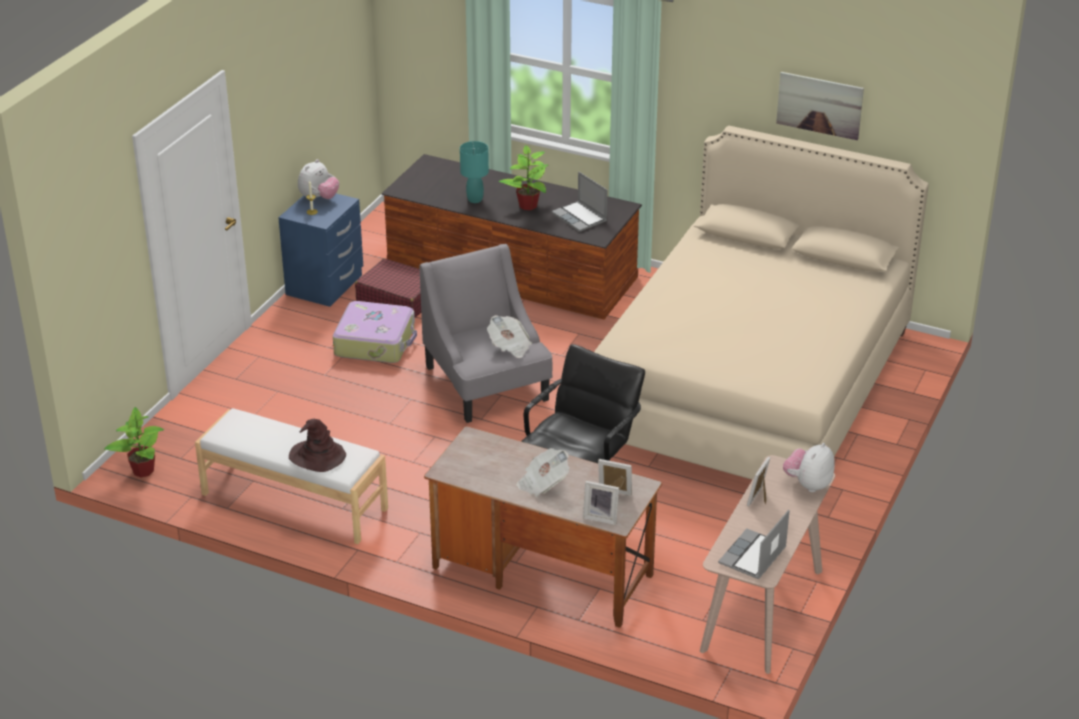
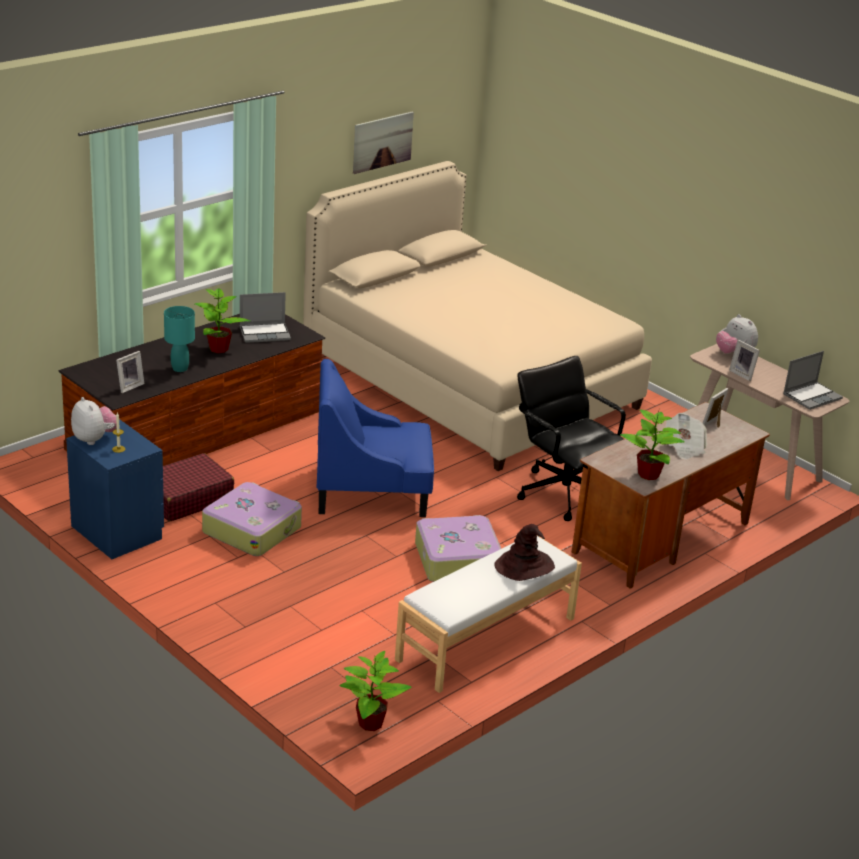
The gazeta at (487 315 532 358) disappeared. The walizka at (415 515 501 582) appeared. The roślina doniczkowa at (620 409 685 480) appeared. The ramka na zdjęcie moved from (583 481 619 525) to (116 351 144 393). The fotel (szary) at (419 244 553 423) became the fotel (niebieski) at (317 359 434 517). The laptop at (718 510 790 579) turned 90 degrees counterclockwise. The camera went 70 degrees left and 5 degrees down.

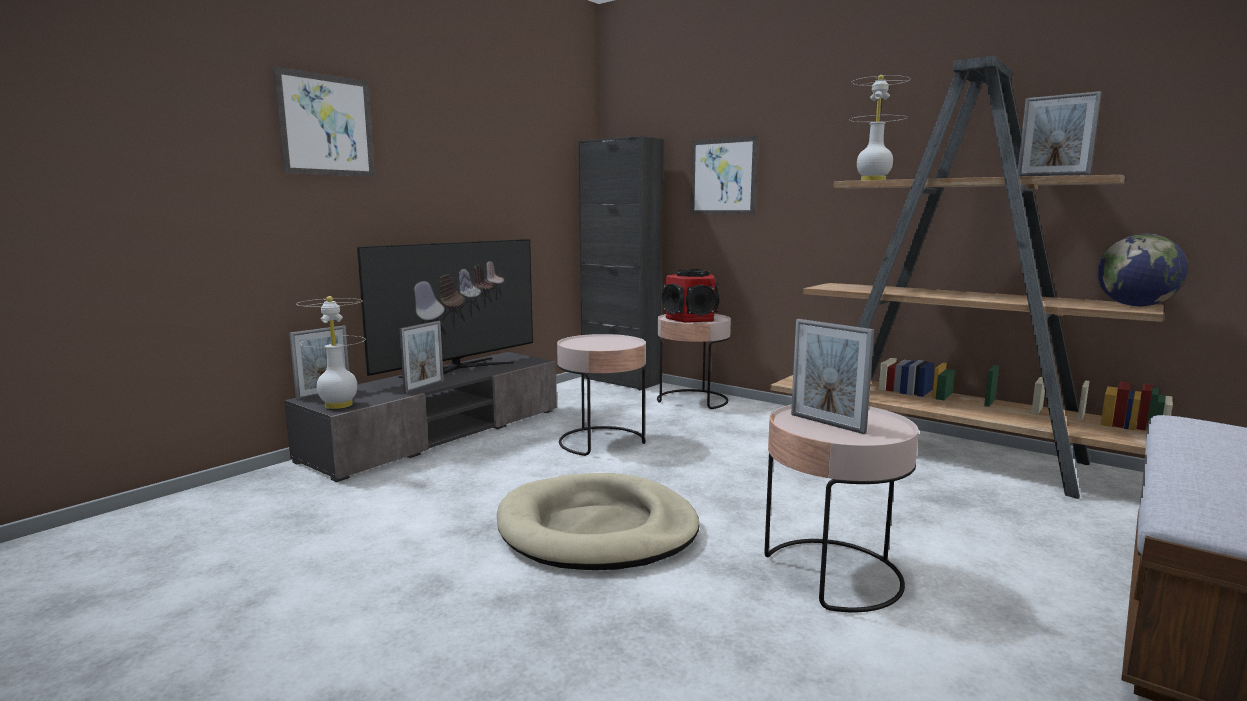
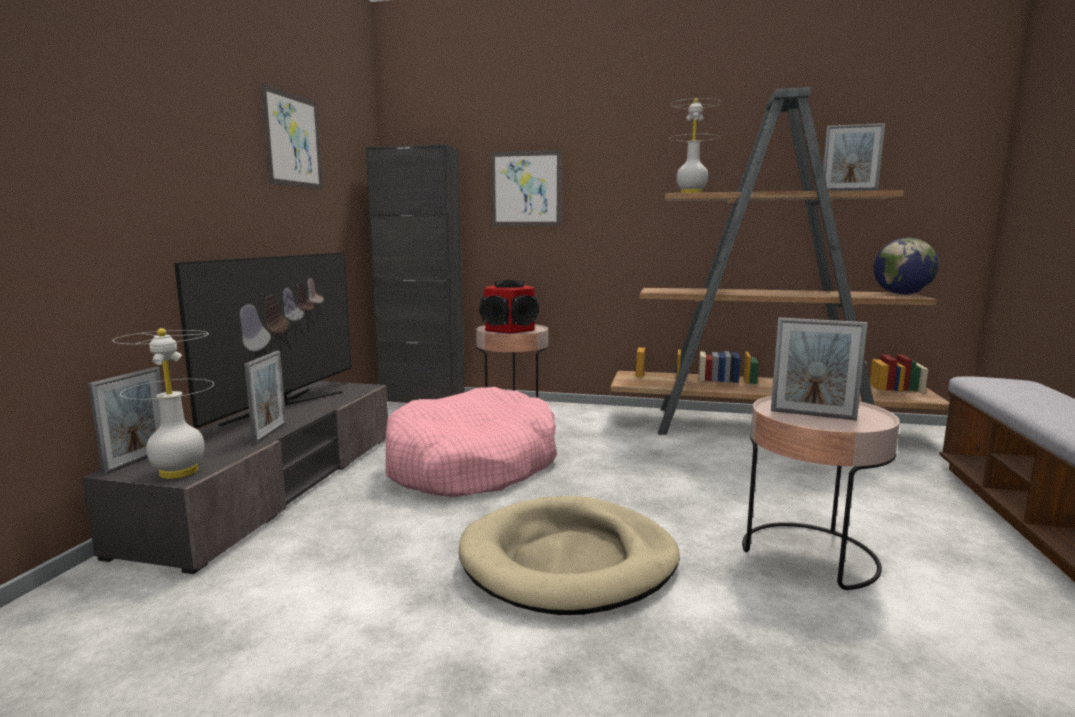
The obraz moved from (273 66 375 177) to (260 83 323 189). The stolik (różowy) at (557 334 646 456) was replaced by the legowisko (różowy) at (386 387 557 497). The camera went 25 degrees left and 0 degrees up.

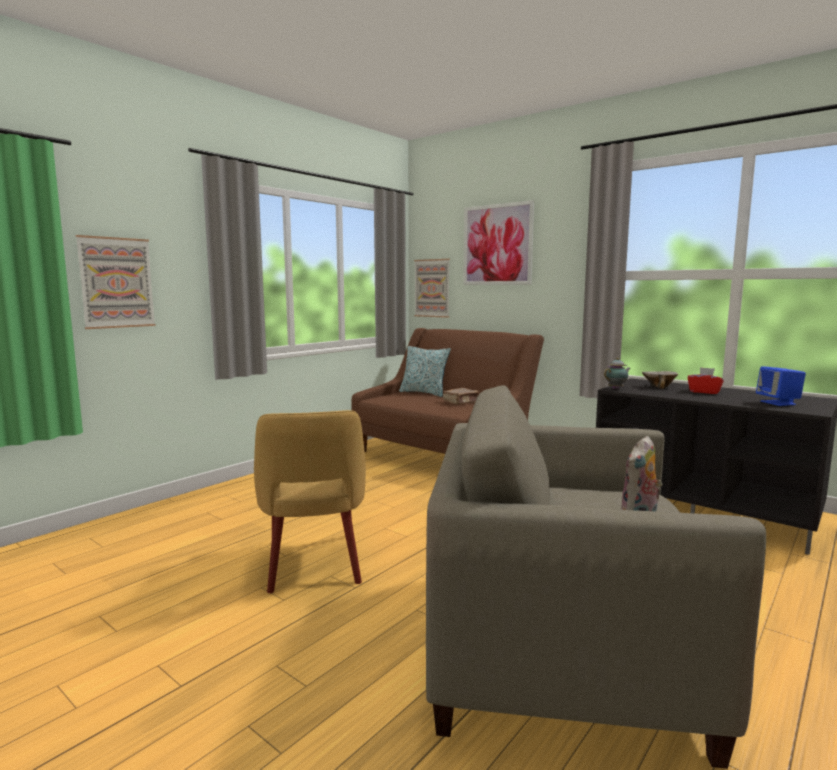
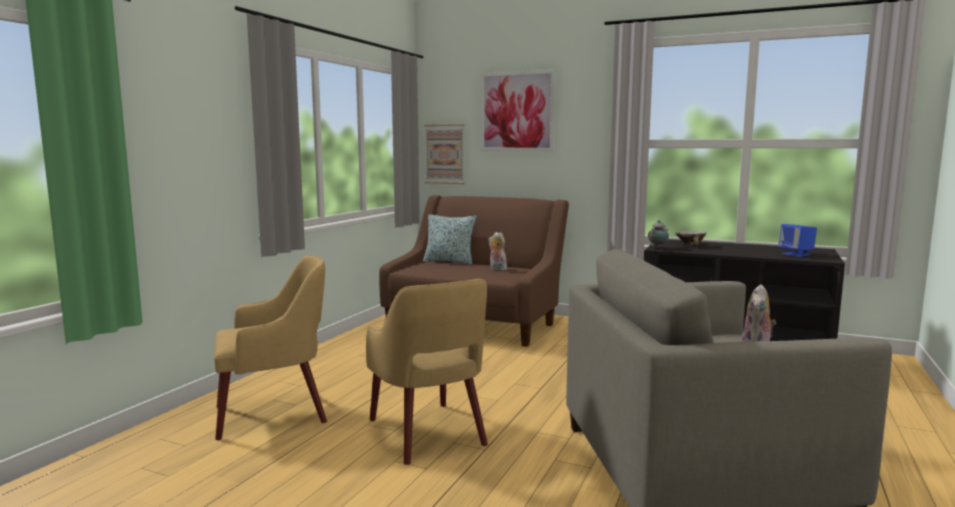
The obraz at (76 235 156 329) disappeared. The pudełko chusteczek (czerwony) at (688 367 724 394) disappeared. The fotel (żółty) at (214 255 327 440) appeared. The książka (brązowy) at (443 388 479 404) was replaced by the pluszak at (489 232 507 271). The camera went 15 degrees left and 0 degrees up.

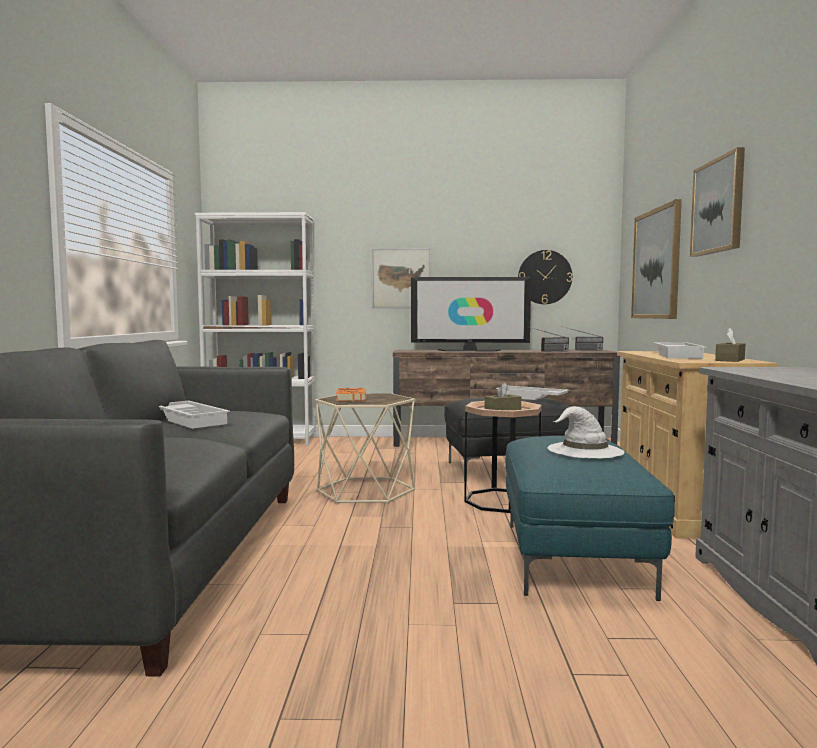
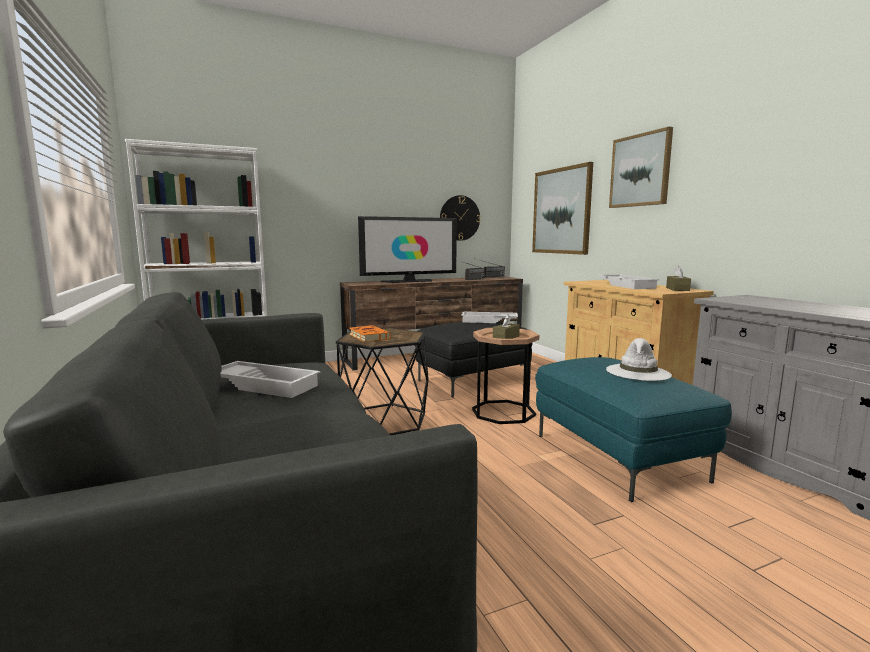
The obraz at (371 248 431 309) disappeared. The stolik (beżowy) at (315 393 415 504) became the stolik (czarny) at (336 328 429 435). The camera went 25 degrees left and 5 degrees up.

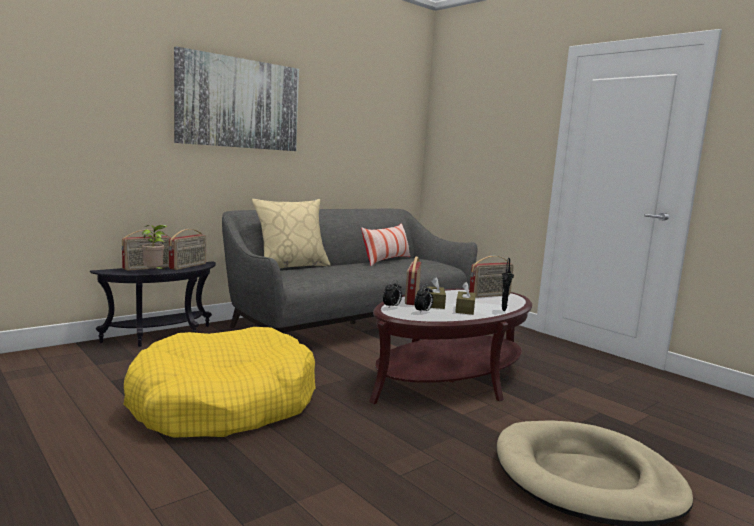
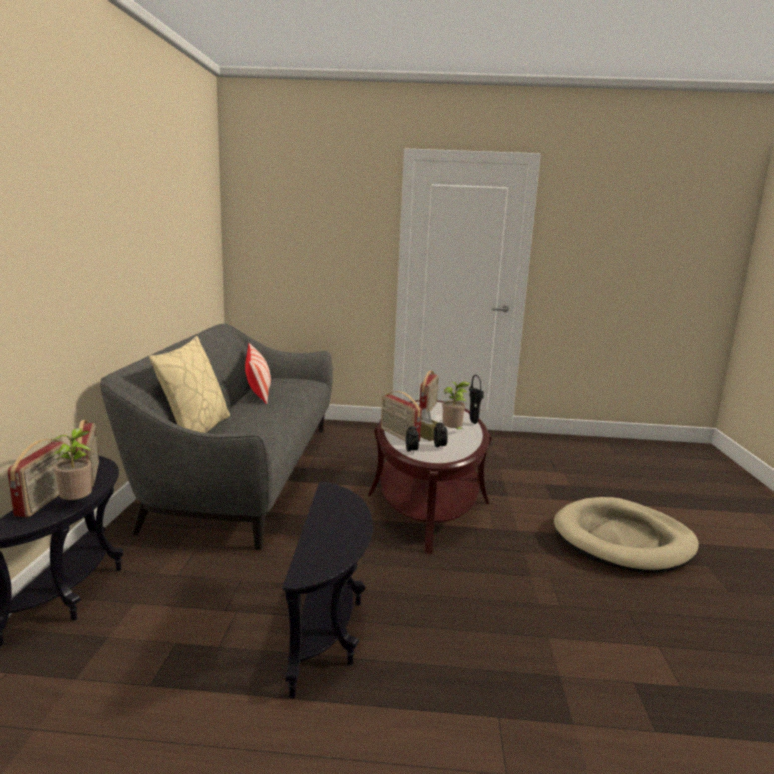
The obraz at (174 46 299 151) disappeared. The legowisko (żółty) at (123 327 316 438) was replaced by the stolik (czarny) at (282 482 373 698). The pudełko chusteczek (brązowy) at (455 282 476 315) was replaced by the roślina doniczkowa at (442 381 471 430). The camera went 45 degrees left and 5 degrees up.

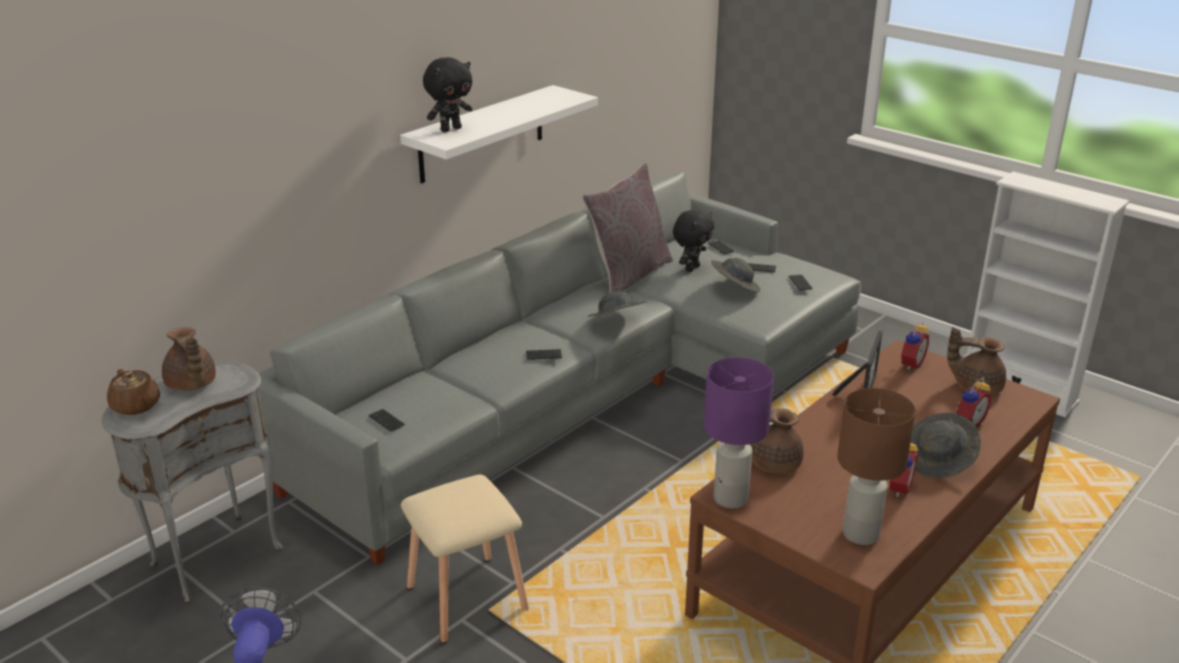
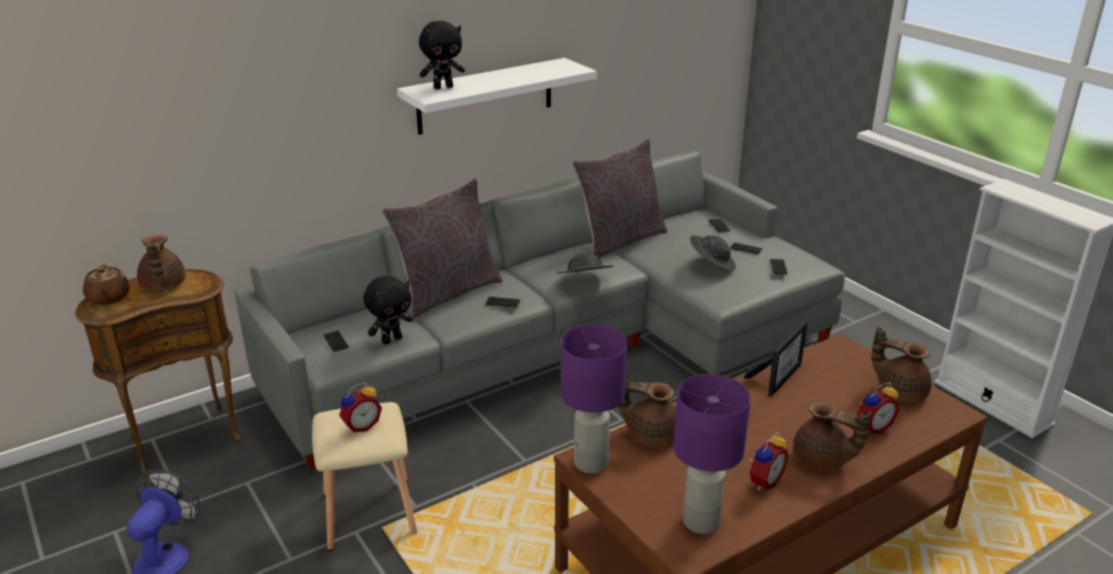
The poduszka (szary) at (382 179 502 318) appeared. The pluszak (czarny) moved from (673 210 714 272) to (363 276 413 344). The budzik moved from (900 321 929 370) to (339 383 382 433). The kapelusz (szary) at (909 413 981 478) was replaced by the imbryk (brązowy) at (793 402 871 470). The stolik (szary) at (102 361 283 604) became the stolik (brązowy) at (75 269 241 474). The lampa stołowa (brązowy) at (837 388 916 545) became the lampa stołowa (fioletowy) at (673 374 751 534). The camera went 15 degrees right and 0 degrees up.

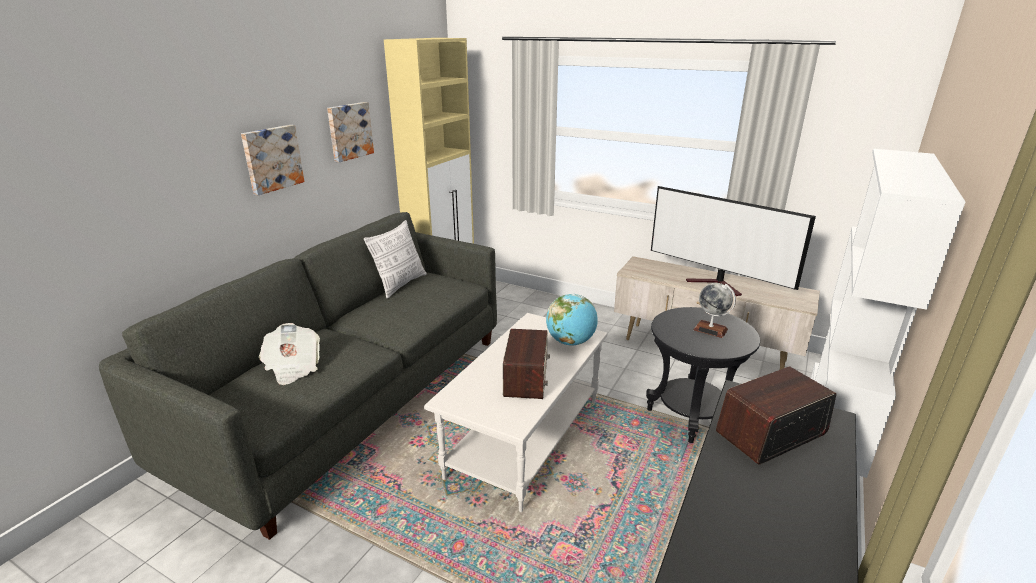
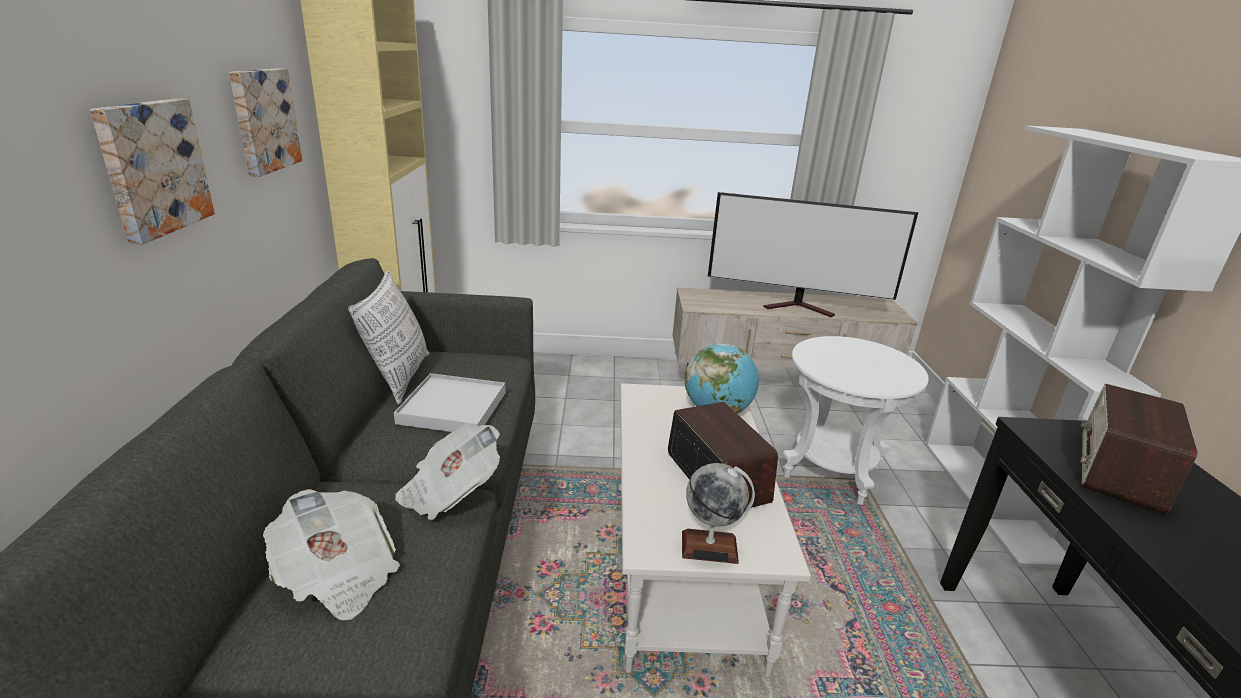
The taca (biały) at (394 373 505 432) appeared. The gazeta at (395 424 500 520) appeared. The globus moved from (693 283 736 338) to (682 463 755 564). The stolik (czarny) at (646 307 760 443) became the stolik (biały) at (783 336 929 505). The camera went 30 degrees left and 0 degrees up.

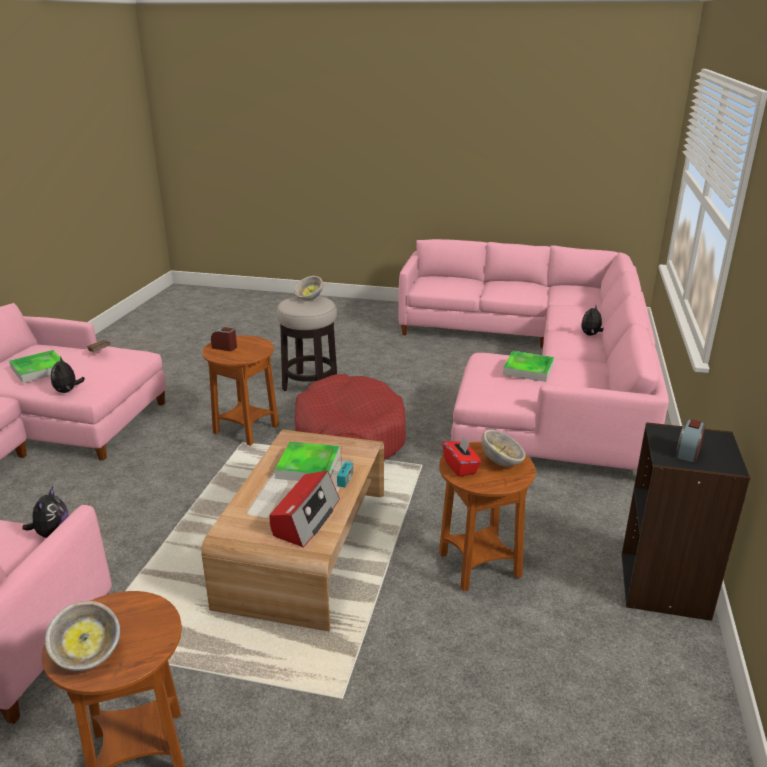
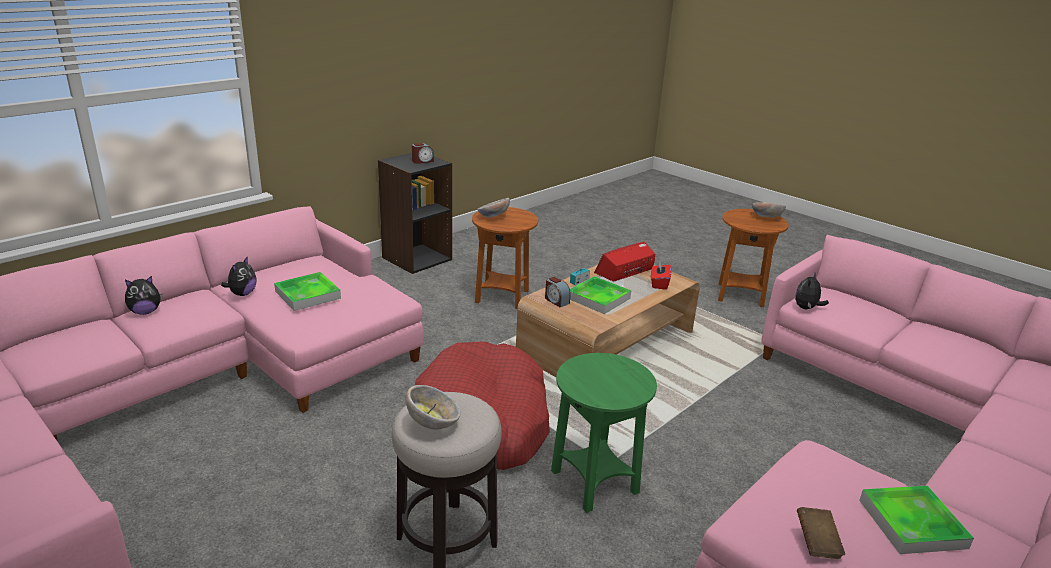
The pluszak moved from (51 357 85 393) to (221 257 257 296). The budzik moved from (211 327 237 351) to (545 277 571 307). The pudełko chusteczek (czerwony) moved from (442 436 481 477) to (651 262 672 290). The stolik (brązowy) at (202 336 279 446) became the stolik (zielony) at (551 353 657 513). The camera went 150 degrees left and 0 degrees up.

